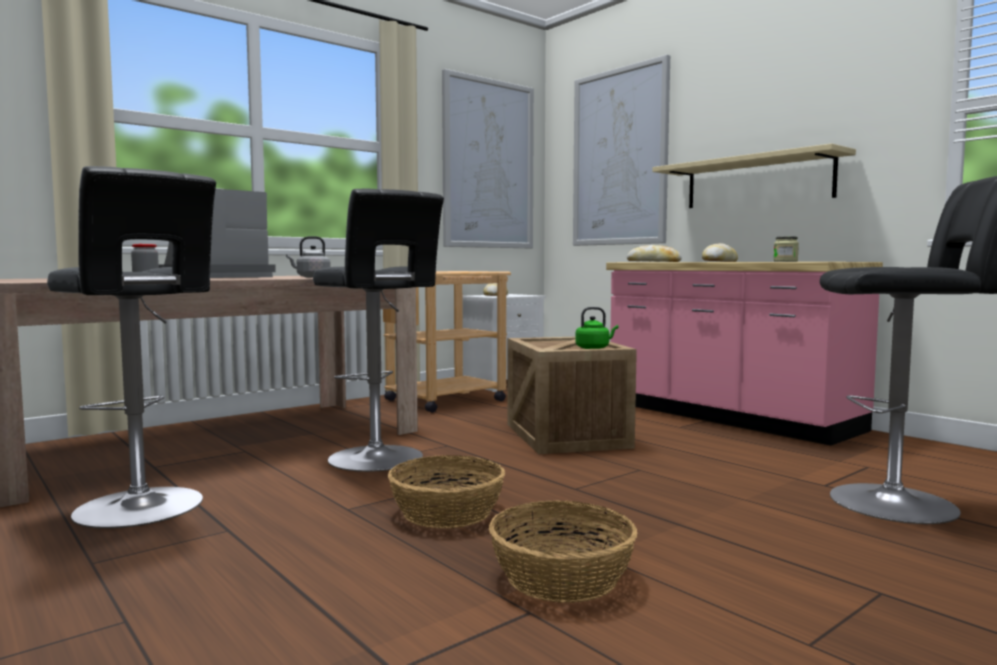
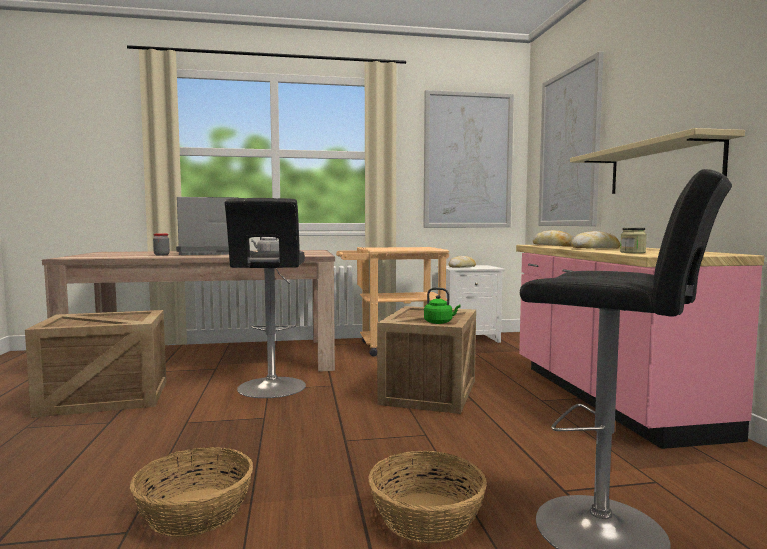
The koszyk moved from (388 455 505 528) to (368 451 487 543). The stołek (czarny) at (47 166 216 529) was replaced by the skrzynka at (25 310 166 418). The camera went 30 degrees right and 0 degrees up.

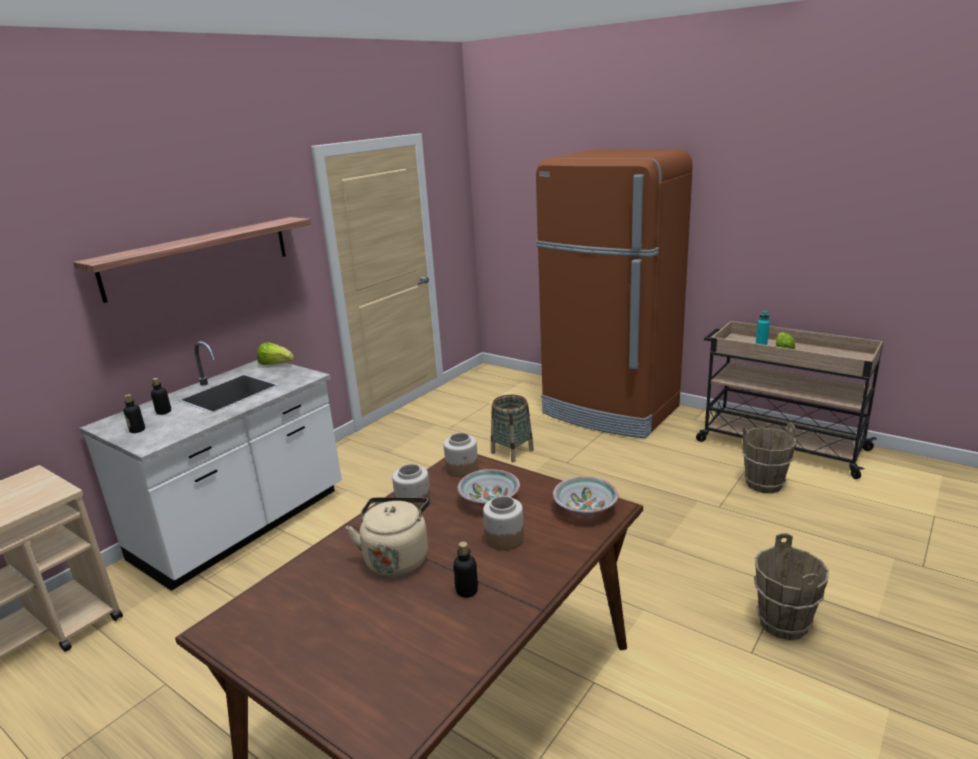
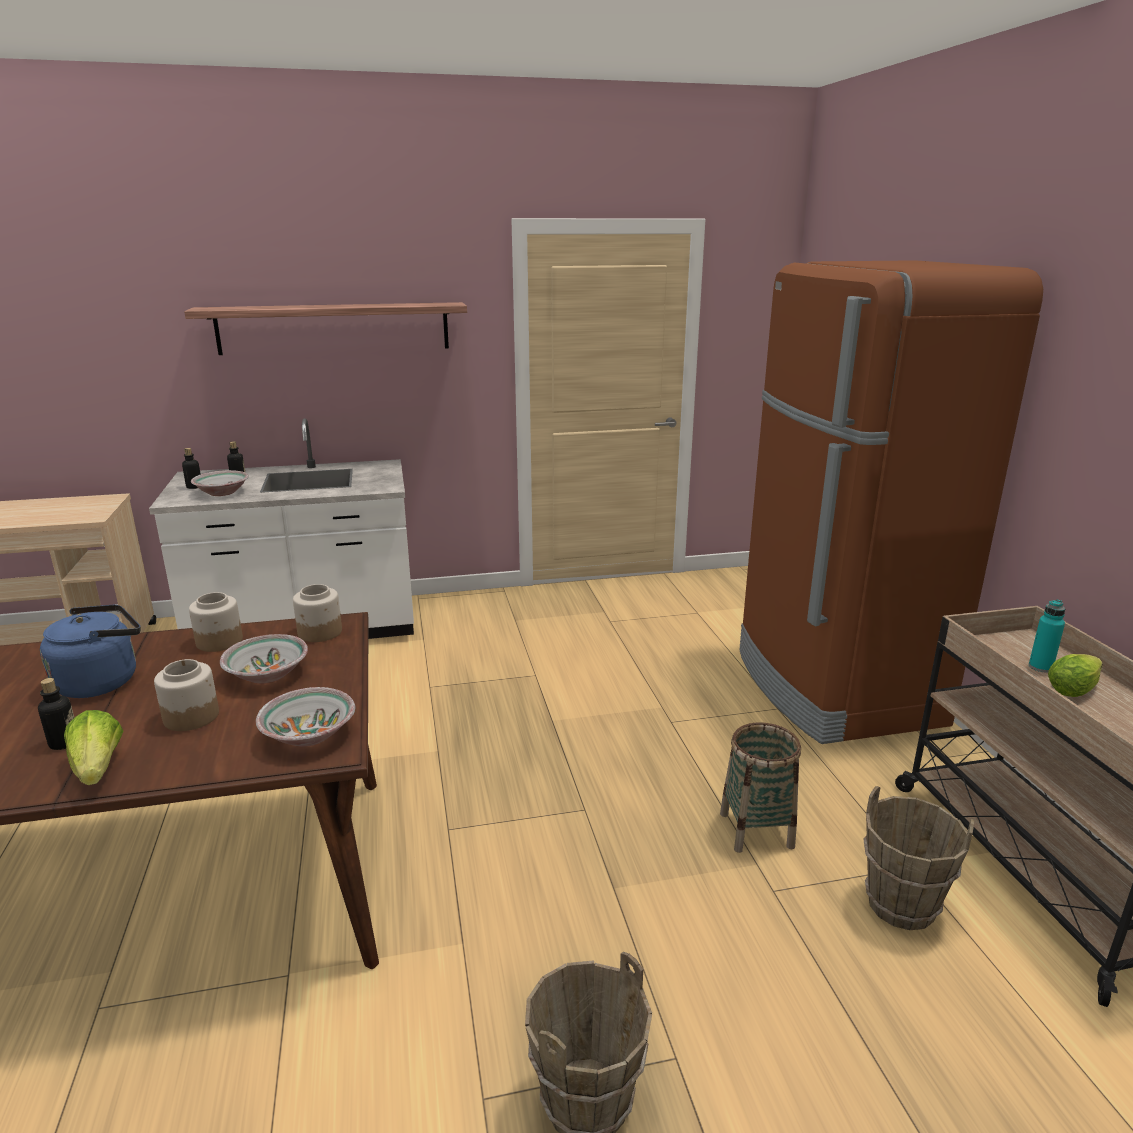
The miska at (191 470 249 496) appeared. The sałata moved from (257 342 294 365) to (64 710 123 785). The koszyk moved from (491 395 534 462) to (720 722 801 853). The czajnik (beżowy) at (346 497 429 576) became the czajnik (niebieski) at (40 605 141 698). The camera went 40 degrees right and 0 degrees up.

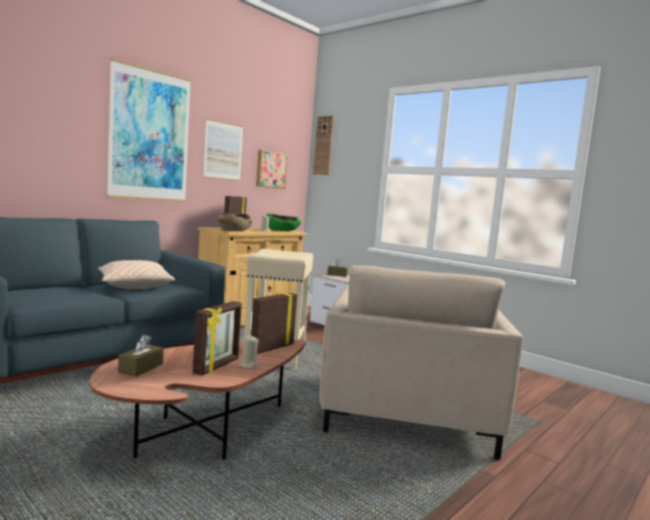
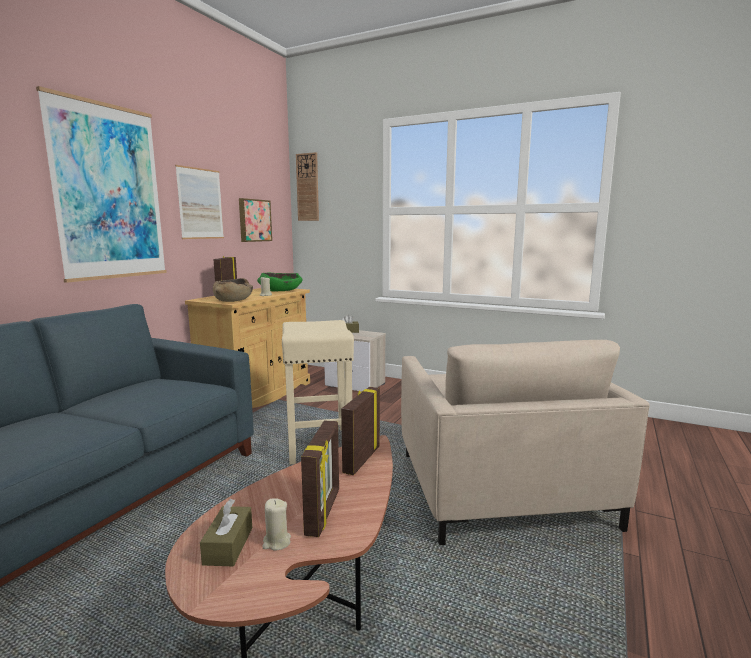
The poduszka (beżowy) at (98 260 175 289) disappeared. The świeca (beżowy) moved from (239 335 259 369) to (262 498 291 551). The camera went 15 degrees left and 5 degrees up.

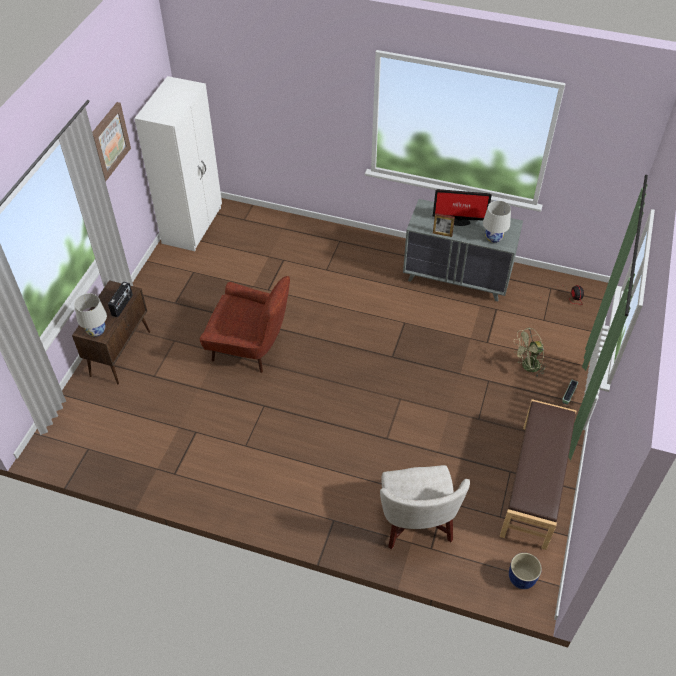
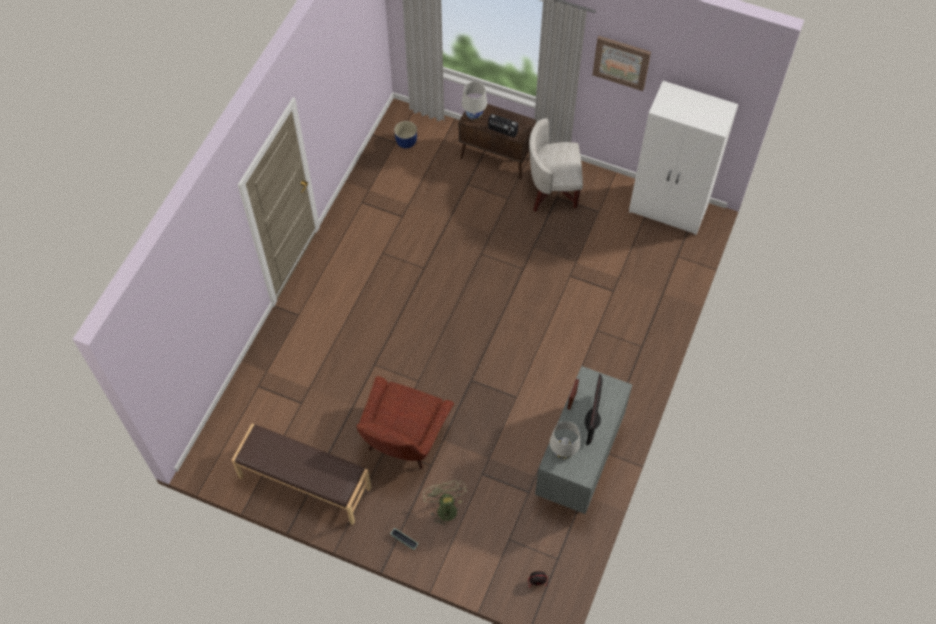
The fotel (czerwony) moved from (200 276 290 373) to (356 376 454 469). The fotel (biały) moved from (380 465 470 549) to (529 118 583 212). The donica (niebieski) moved from (509 553 542 589) to (394 121 417 148). The camera went 95 degrees right and 10 degrees up.

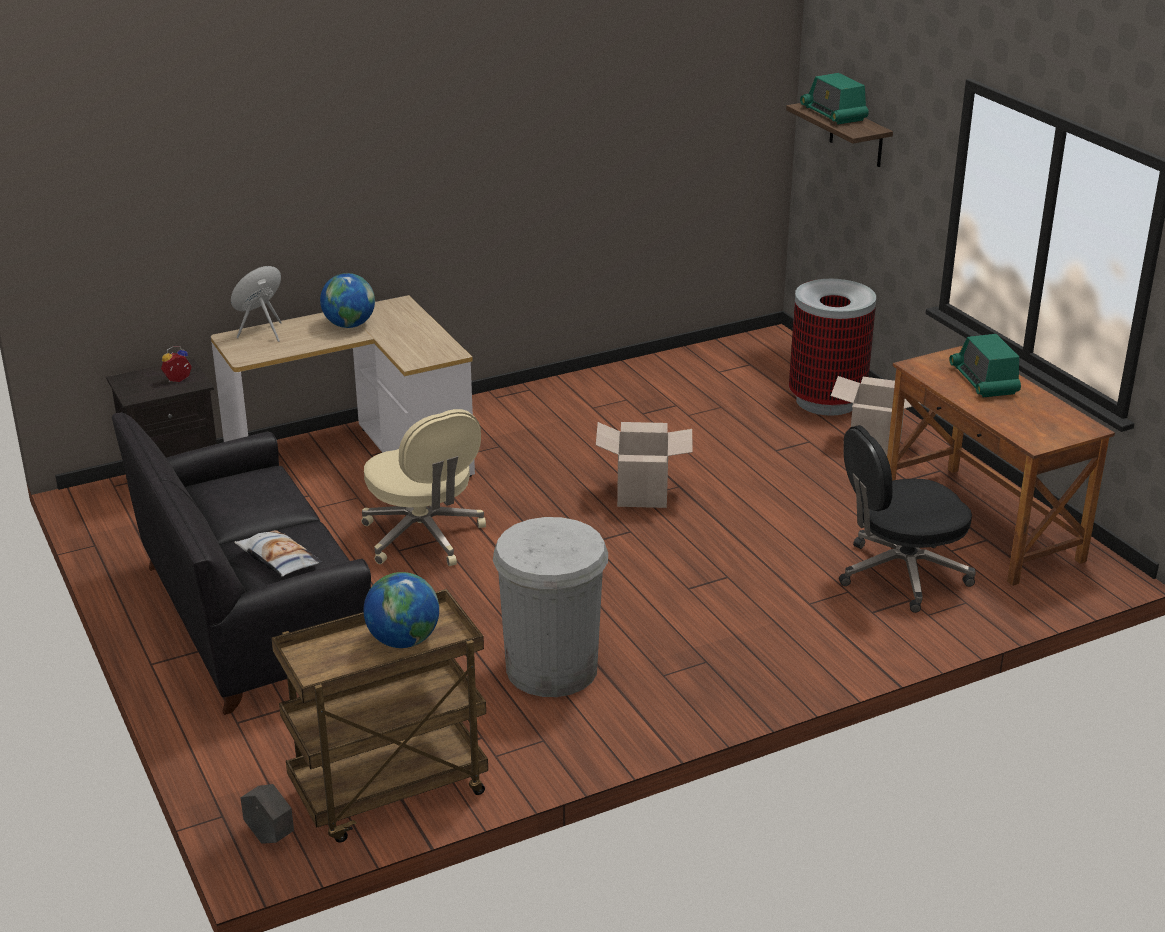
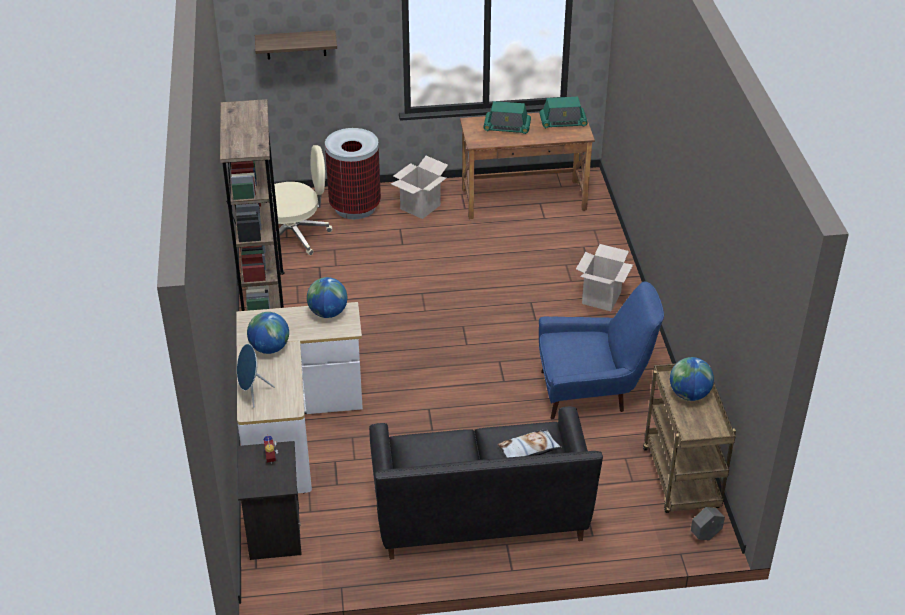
The krzesło biurowe (czarny) at (839 425 976 613) disappeared. The regał (brązowy) at (220 99 284 311) appeared. The globus at (307 277 347 318) appeared. The krzesło biurowe (beżowy) moved from (361 409 486 566) to (272 145 332 255). The karton moved from (596 422 693 508) to (576 244 633 311). The radio moved from (800 73 869 124) to (539 97 588 128). The kosz na śmieci (biały) at (493 517 608 697) was replaced by the fotel (niebieski) at (539 282 664 420). The camera went 70 degrees left and 10 degrees up.

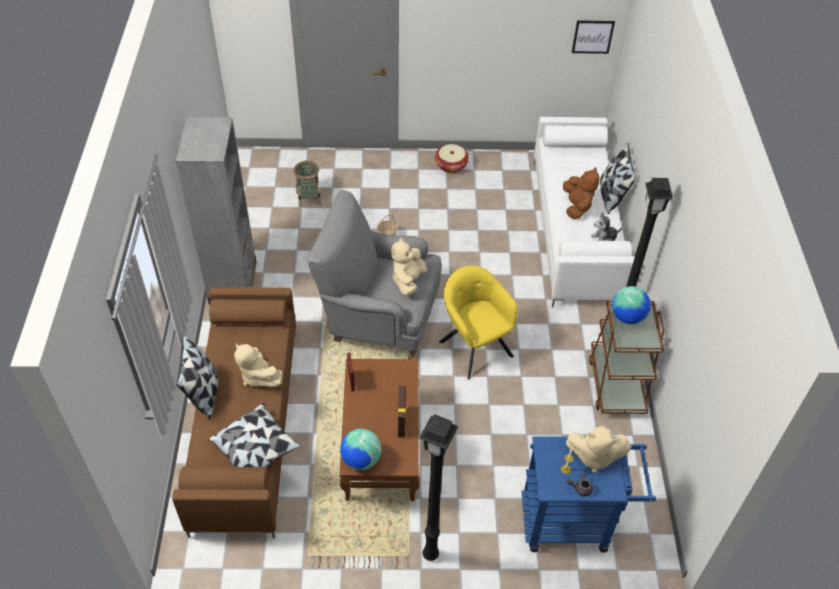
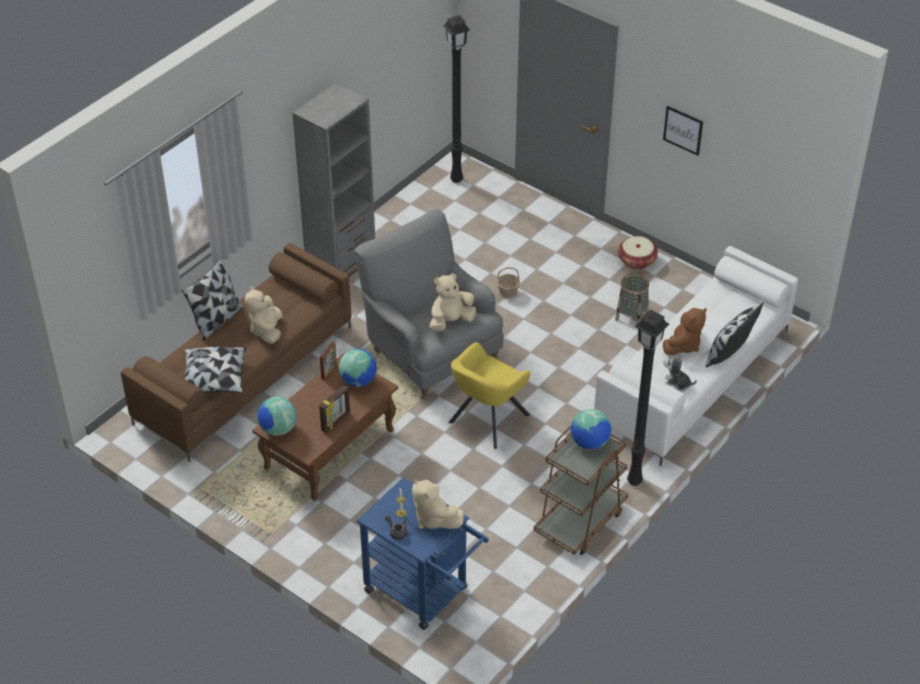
The globus at (339 349 377 387) appeared. The koszyk moved from (294 161 322 207) to (615 273 649 325). The lampa stojąca (czarny) moved from (419 414 459 561) to (443 15 470 183). The obraz moved from (572 20 615 54) to (663 106 703 156). The fotel (żółty) at (439 266 518 379) turned 150 degrees counterclockwise. The camera went 40 degrees right and 5 degrees down.

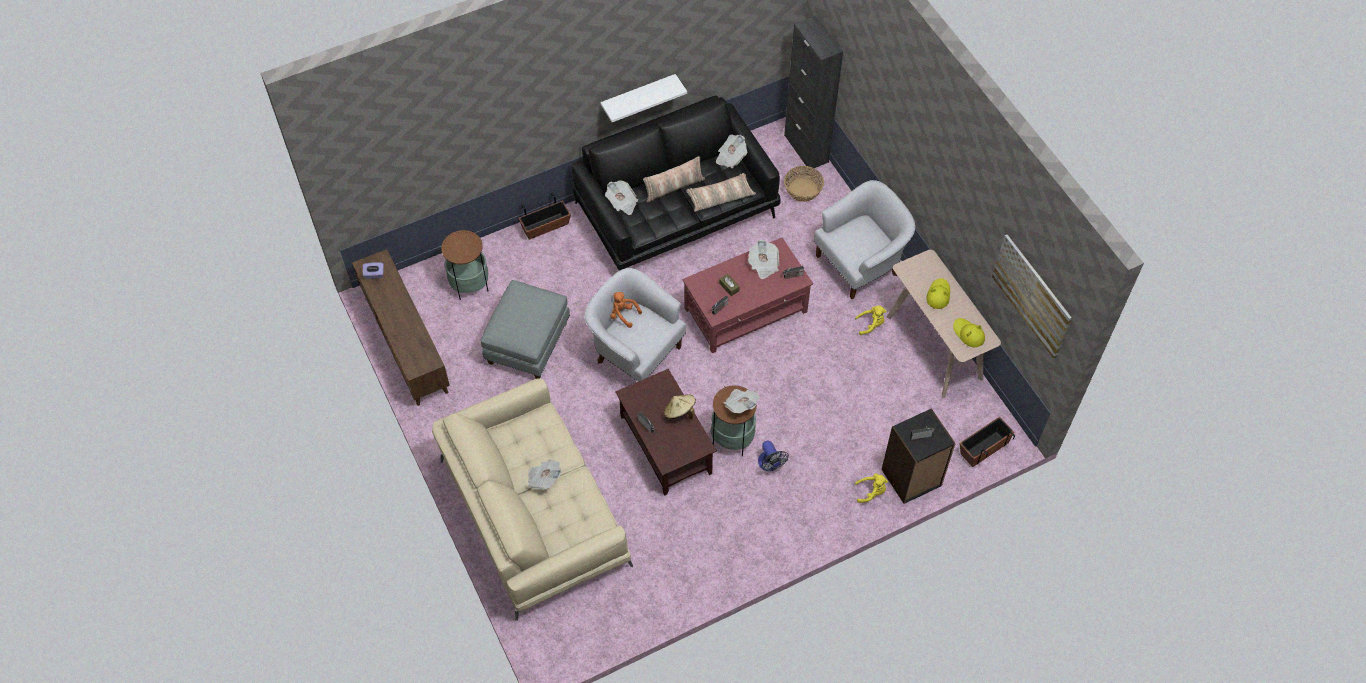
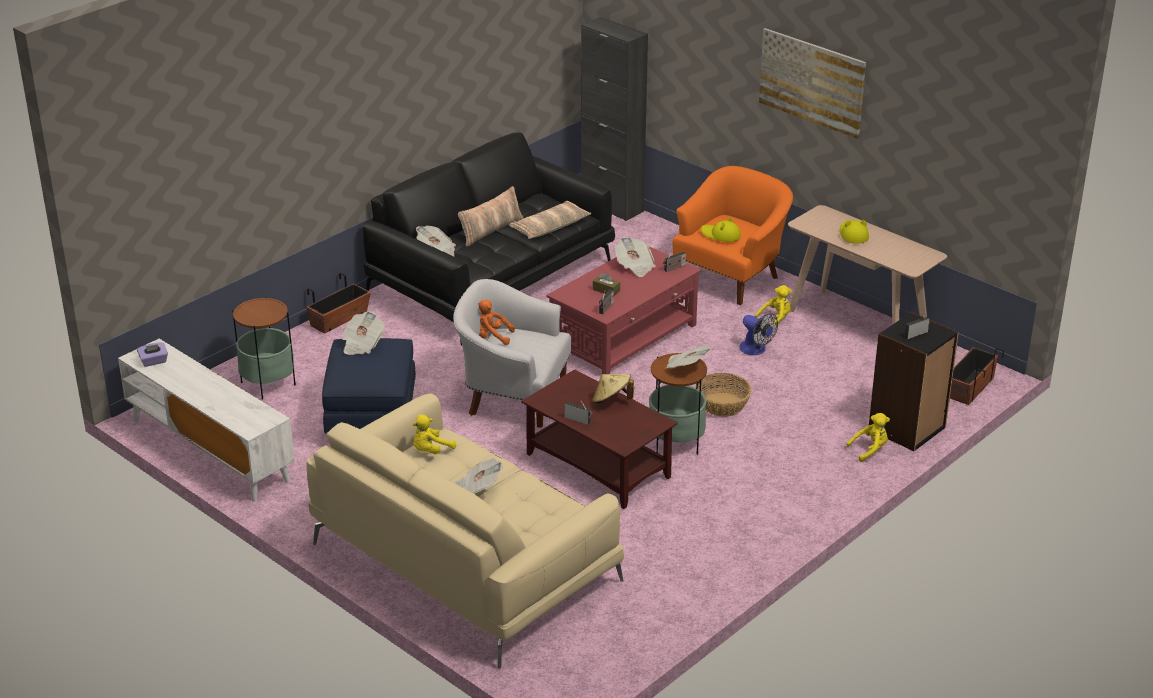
The półka (biały) at (601 74 687 122) disappeared. The pluszak (żółty) at (413 414 456 454) appeared. The gazeta moved from (716 134 748 168) to (342 311 385 355). The wentylator moved from (758 440 789 471) to (739 313 778 355). The koszyk moved from (784 166 824 202) to (695 373 751 417). The kapelusz (żółty) moved from (953 318 985 347) to (701 217 741 242). The obraz moved from (992 234 1072 358) to (759 28 866 138). The szafka pod telewizor (brązowy) at (352 249 450 406) became the szafka pod telewizor (biały) at (118 339 294 501). The pufa (szary) at (481 280 570 379) became the pufa (niebieski) at (322 338 416 434). The fotel (biały) at (814 180 915 299) became the fotel (pomarańczowy) at (673 166 793 305). The camera went 20 degrees left and 25 degrees down.

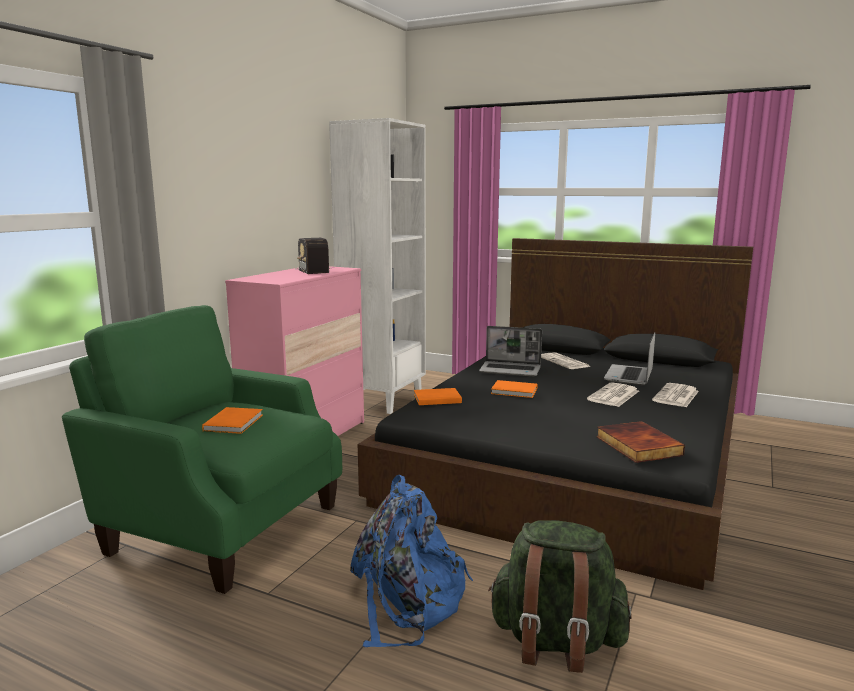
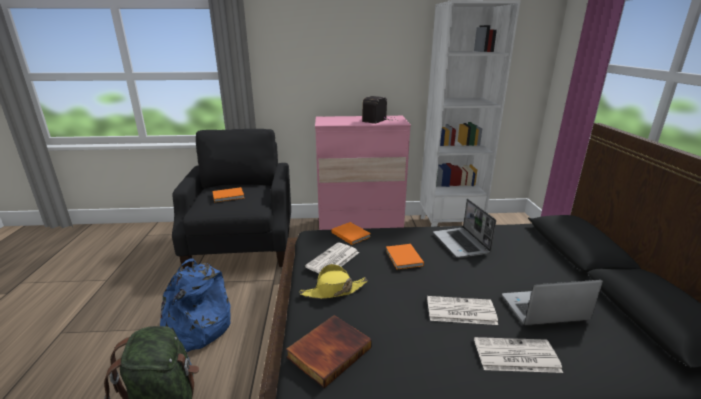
The kapelusz (żółty) at (300 264 368 299) appeared. The gazeta moved from (541 352 591 369) to (305 242 359 273). The fotel (zielony) at (62 305 342 594) became the fotel (czarny) at (172 129 291 269). The camera went 60 degrees right and 10 degrees up.

